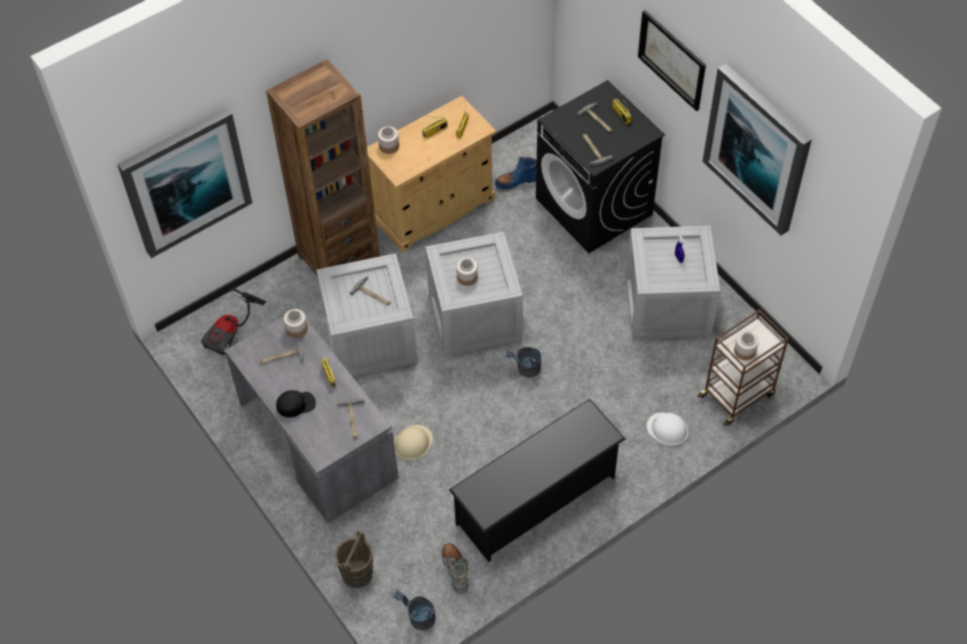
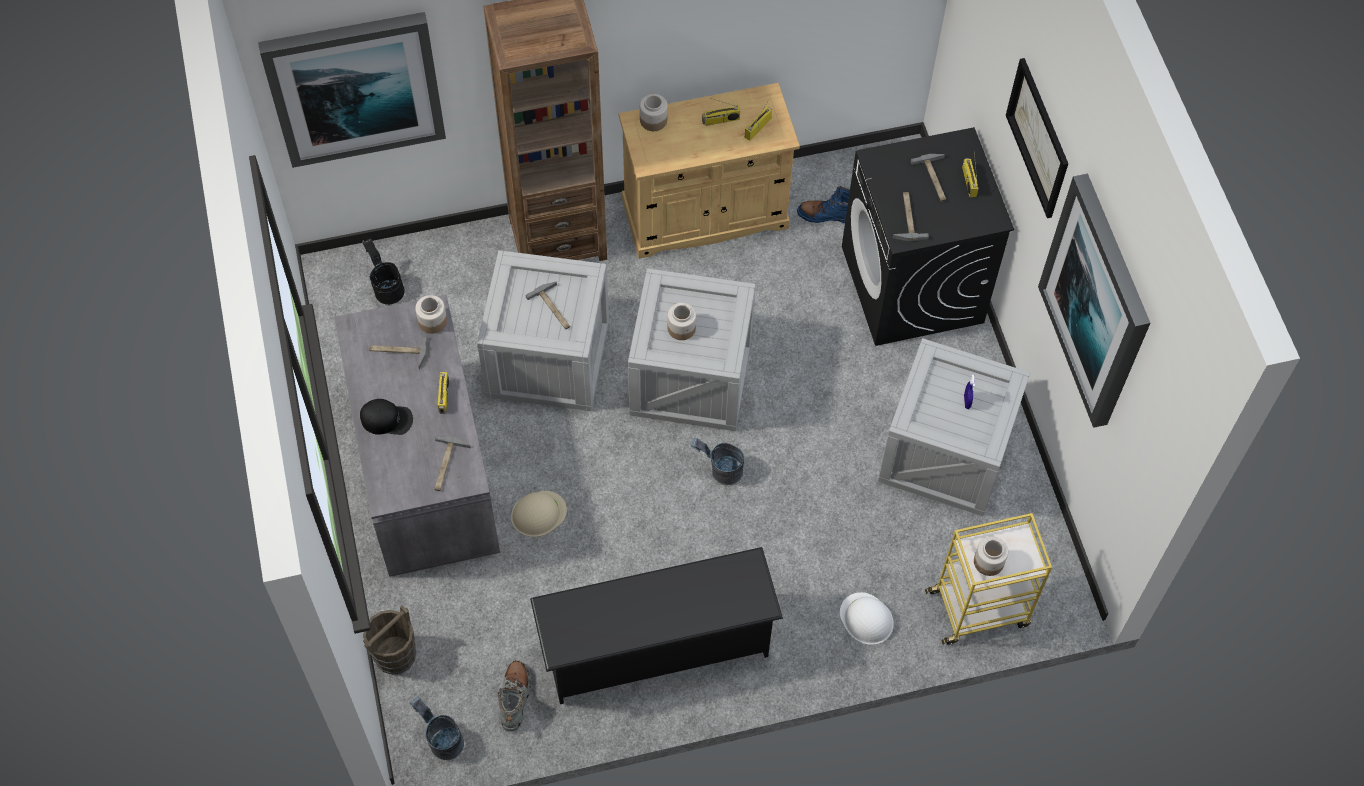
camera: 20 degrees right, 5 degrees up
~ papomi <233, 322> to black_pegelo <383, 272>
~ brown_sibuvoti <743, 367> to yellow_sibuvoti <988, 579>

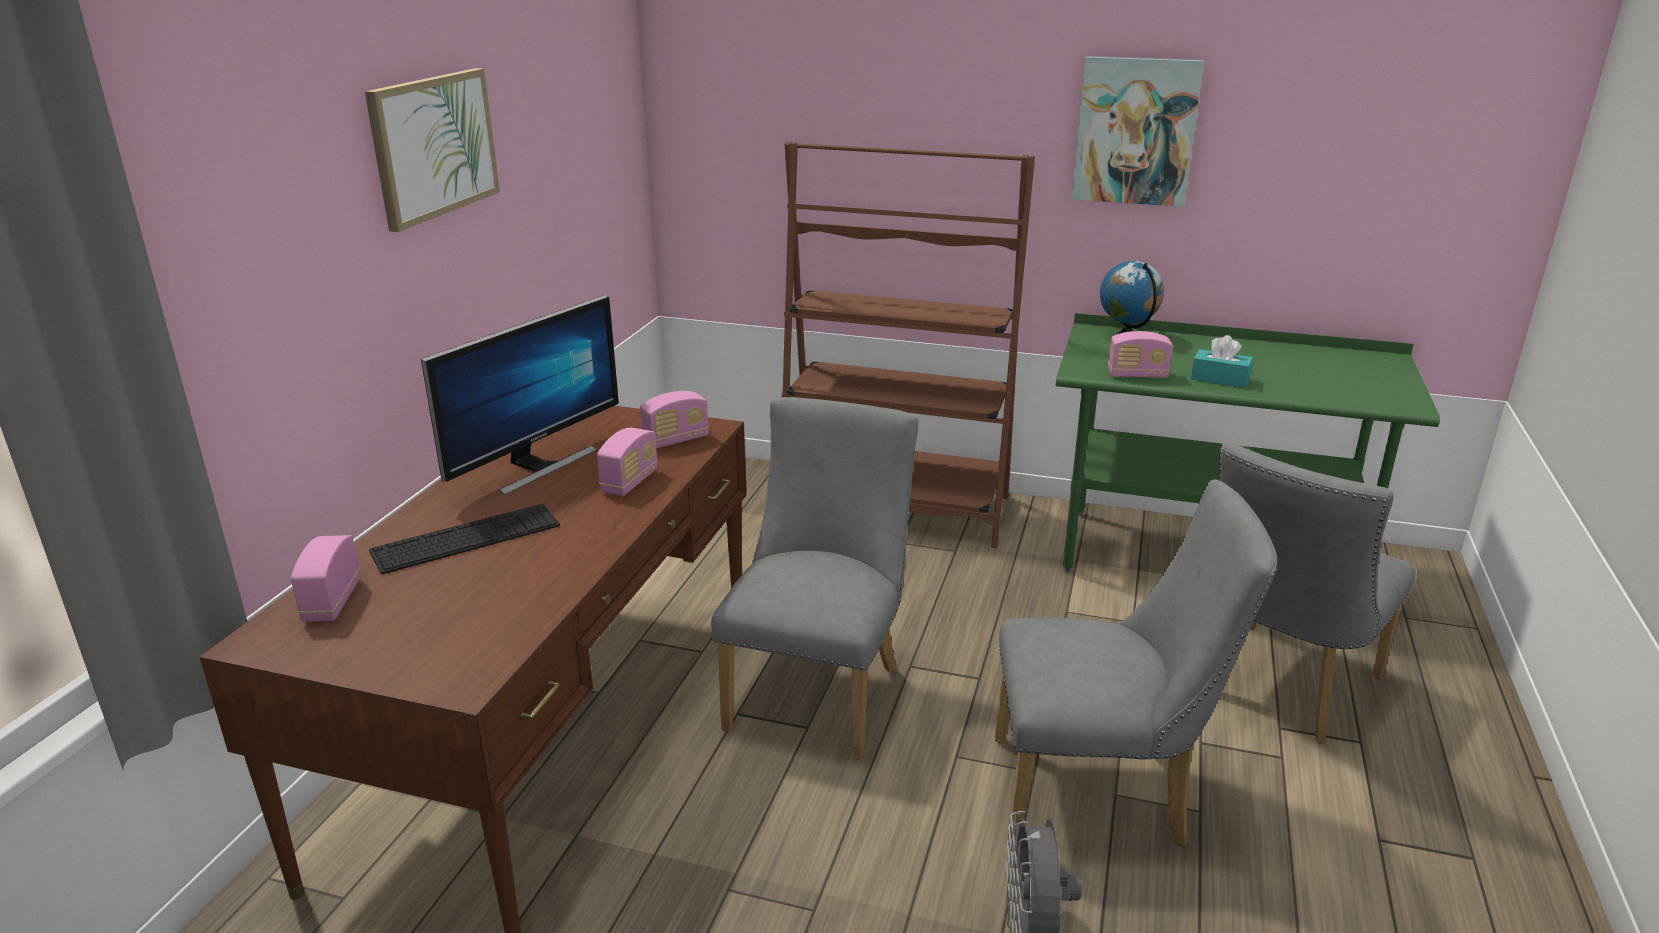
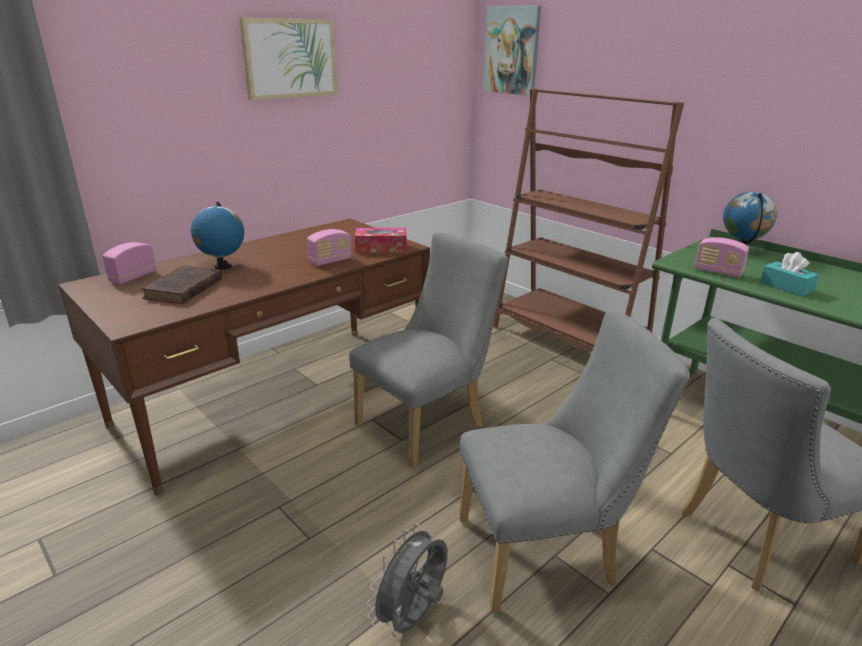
camera: 30 degrees right, 0 degrees up
+ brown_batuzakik <181, 285>
~ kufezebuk <464, 539> to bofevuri <217, 235>
~ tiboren <674, 419> to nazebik <381, 240>
~ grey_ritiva <1136, 663> = <574, 460> 45 degrees counterclockwise
~ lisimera <1138, 131> to <512, 50>
- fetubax <520, 395>

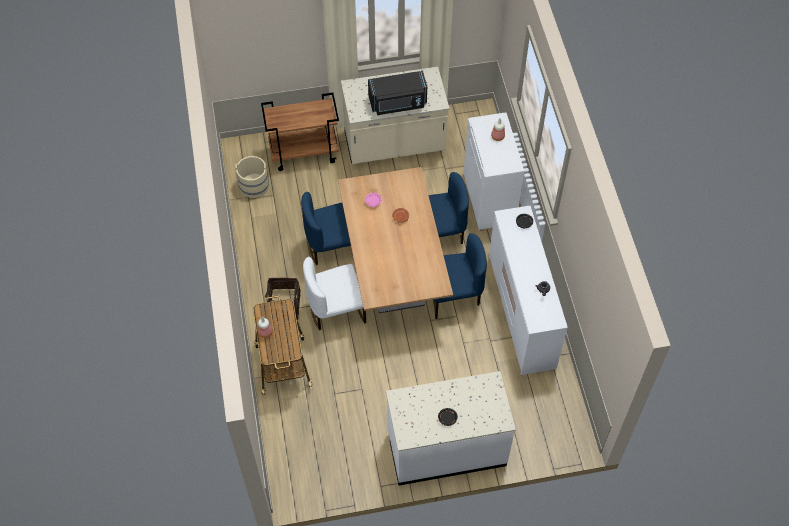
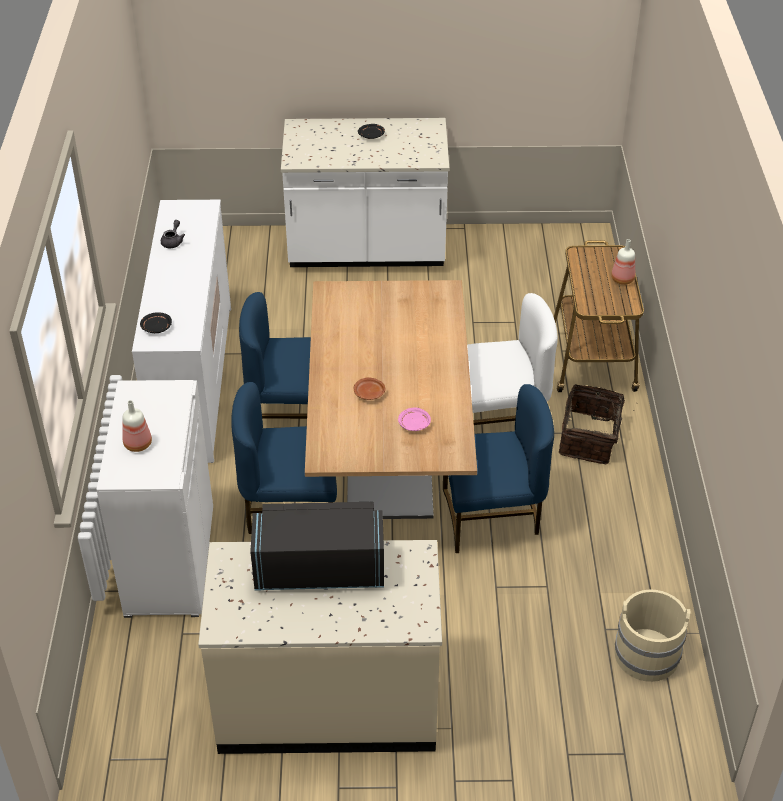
camera: 170 degrees left, 15 degrees down
- brown_sibuvoti <300, 132>

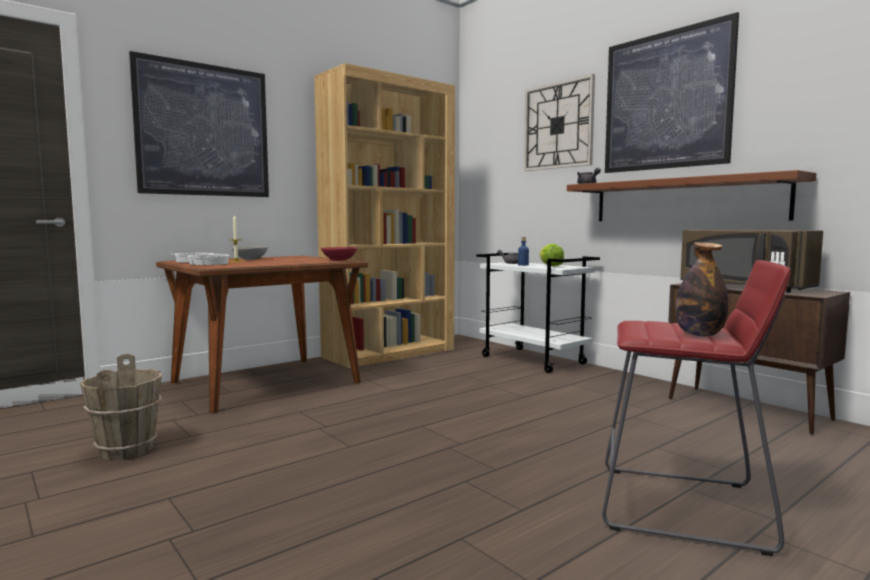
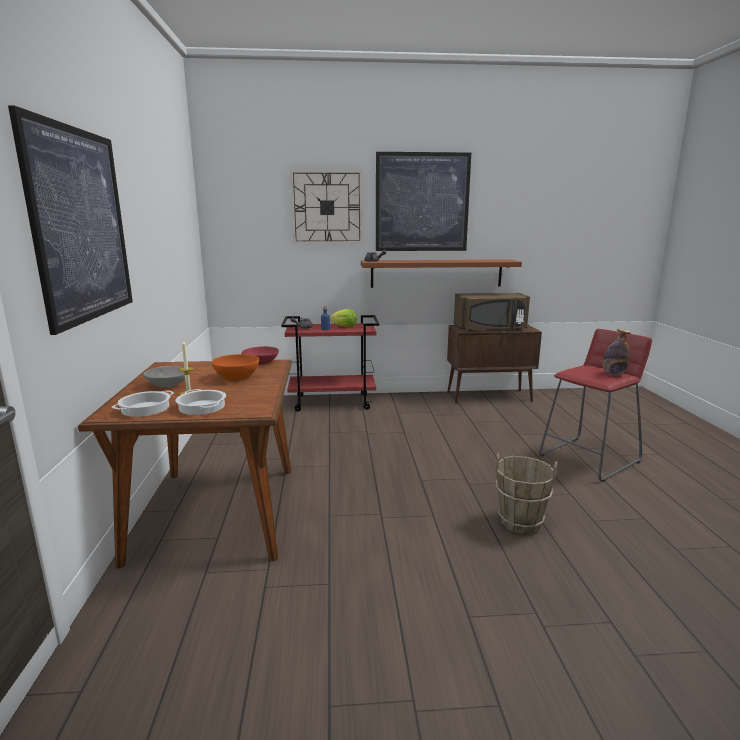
camera: 55 degrees left, 10 degrees up
+ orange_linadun <235, 367>
~ white_sibuvoti <538, 313> to red_sibuvoti <330, 363>
~ brown_pegelo <121, 407> to <527, 493>
- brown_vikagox <384, 215>

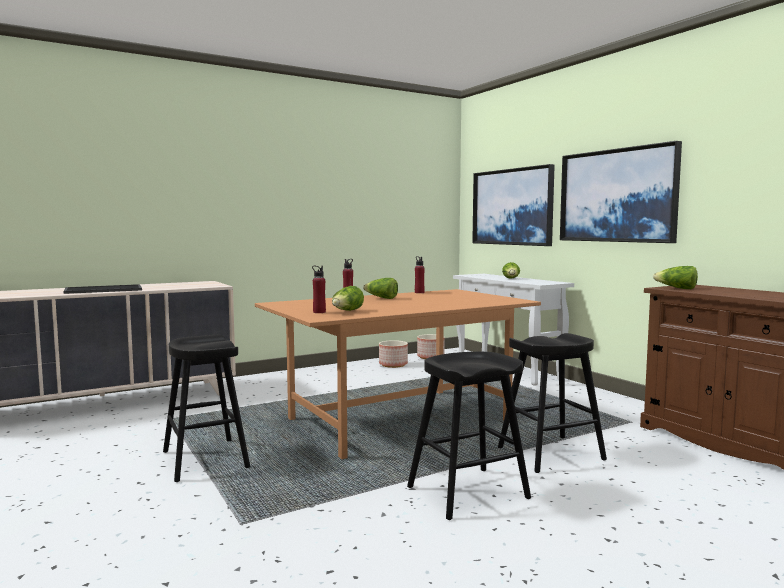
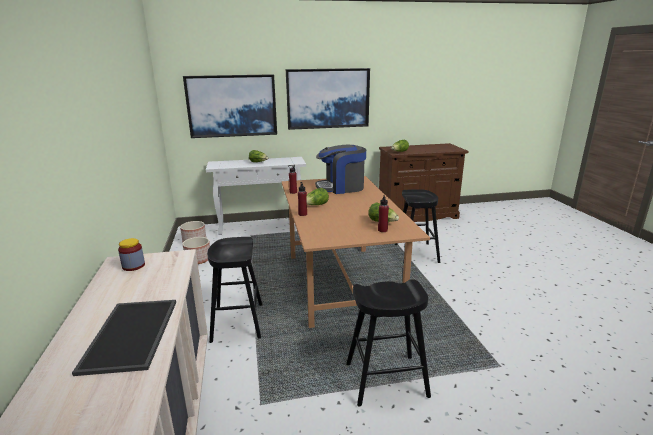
camera: 70 degrees left, 15 degrees up
+ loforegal <131, 254>
~ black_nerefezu <469, 436> to <234, 290>
+ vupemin <340, 169>

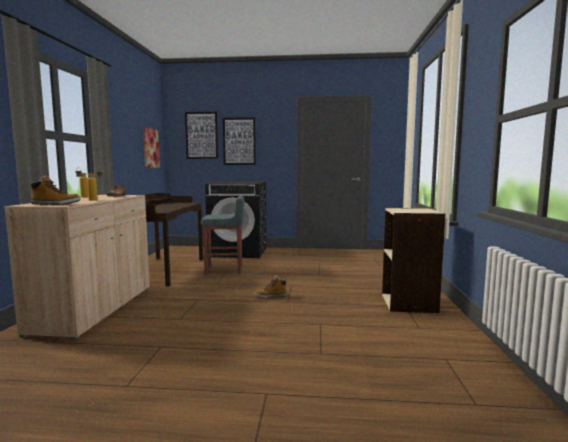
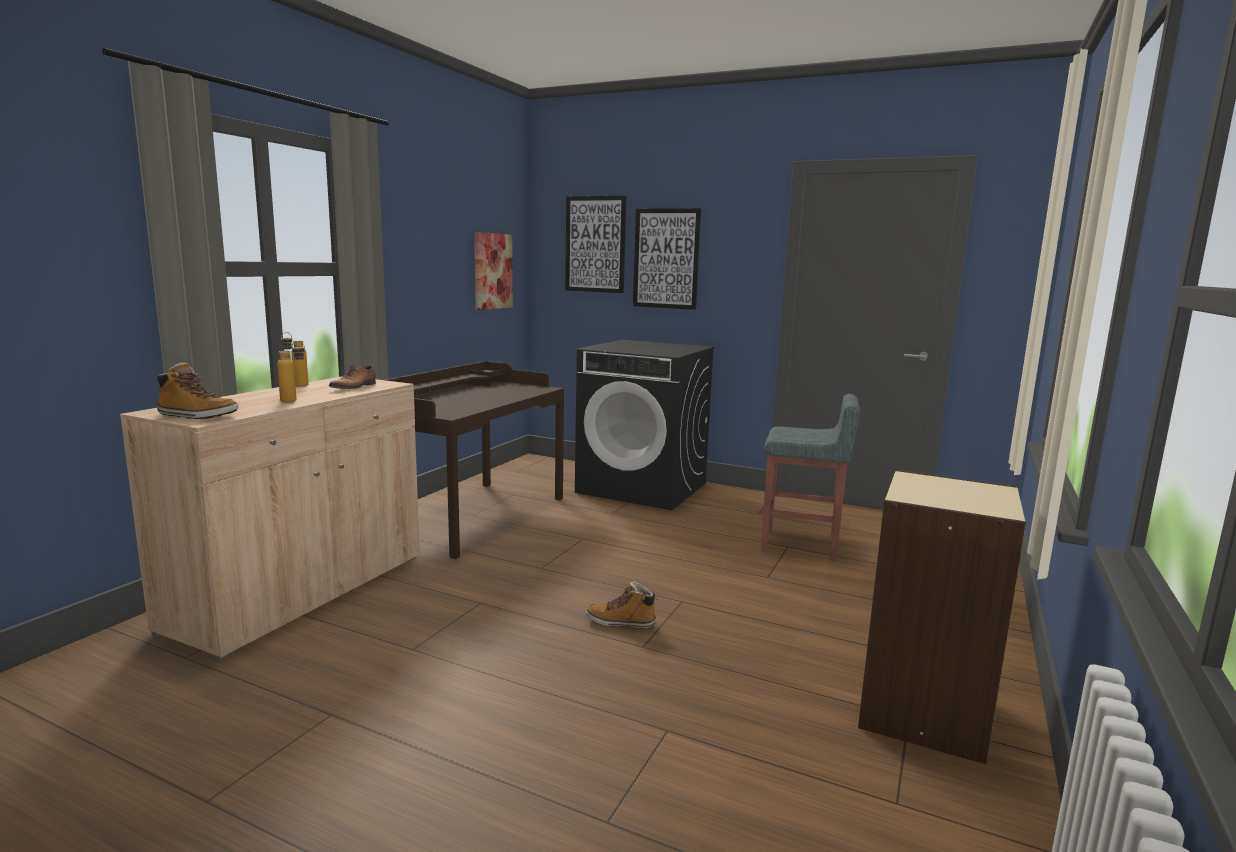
camera: 20 degrees right, 5 degrees up
~ grey_nerefezu <223, 235> to <810, 477>

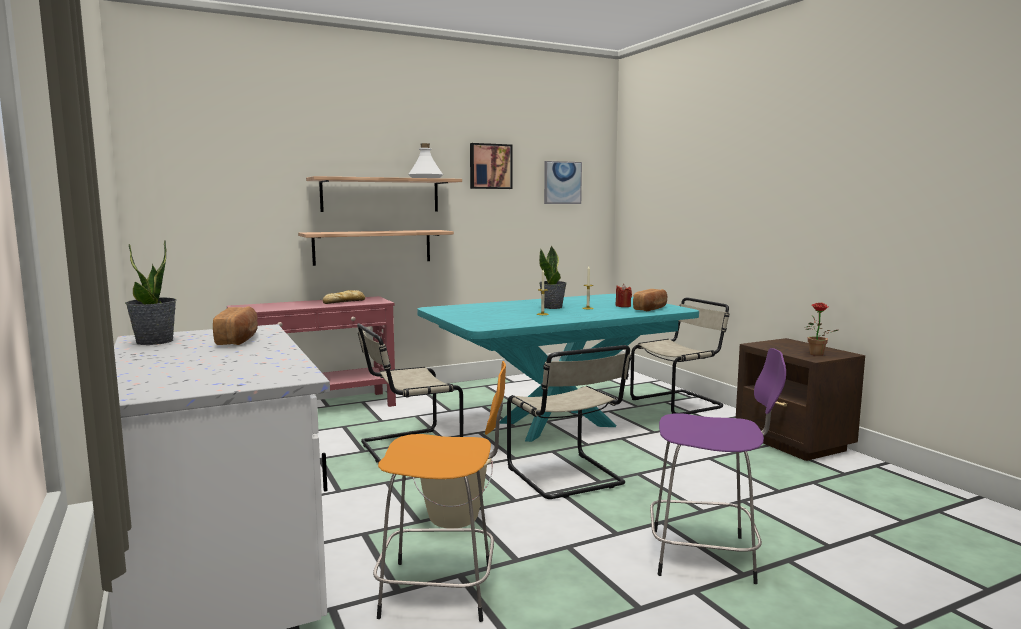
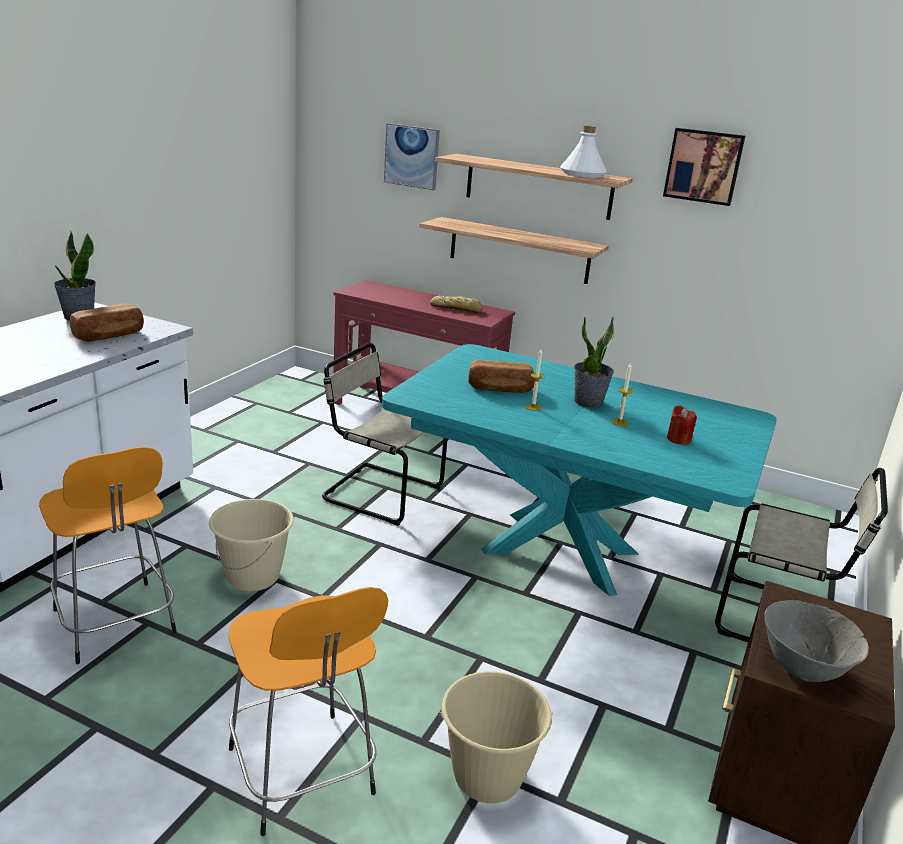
camera: 50 degrees right, 15 degrees up
~ purple_nerefezu <718, 466> to orange_nerefezu <308, 711>
~ lisimera <563, 182> to <412, 156>
+ beige_pegelo <495, 737>
~ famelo <650, 300> to <501, 376>
~ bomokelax <821, 329> to grey_linadun <816, 641>
- beige_ritiva <569, 422>

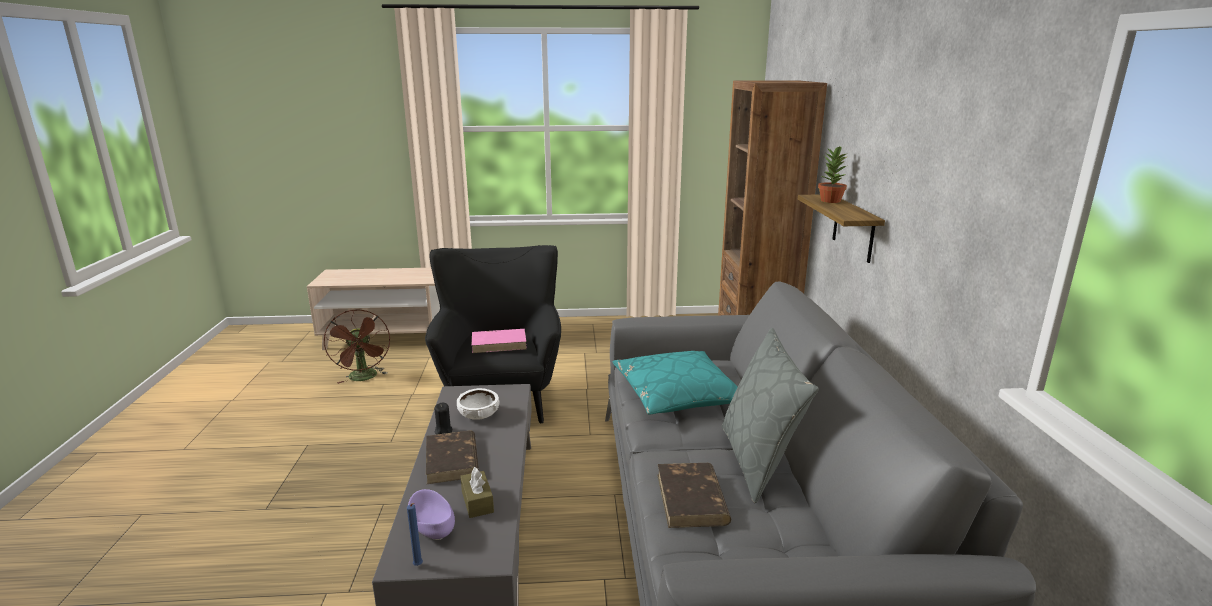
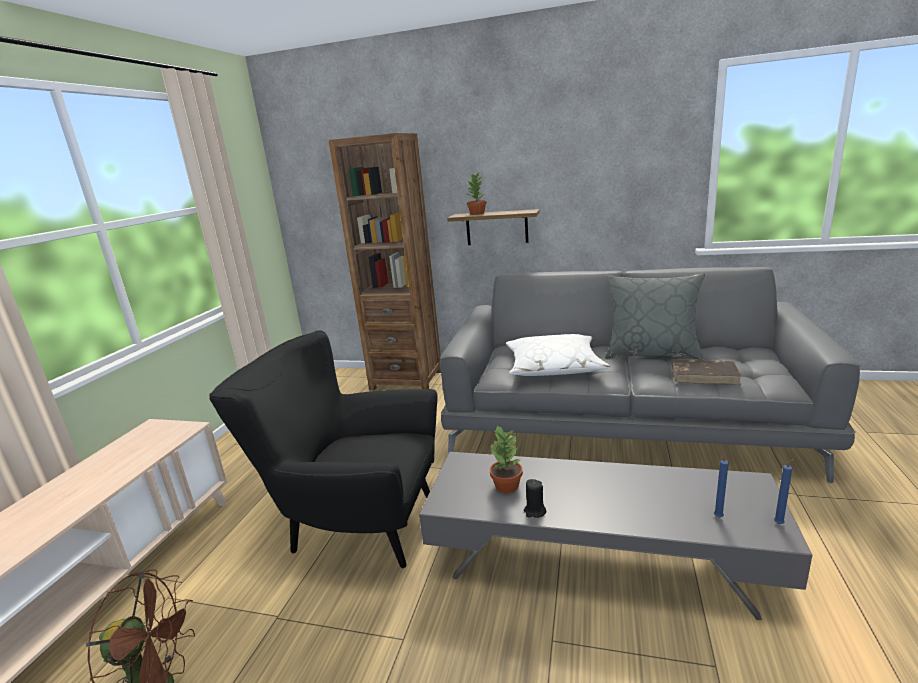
camera: 70 degrees left, 0 degrees up
~ white_linadun <478, 404> to bomokelax <506, 459>
~ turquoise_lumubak <675, 383> to white_lumubak <558, 355>
~ purple_linadun <431, 514> to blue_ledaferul <721, 484>
- brown_batuzakik <452, 457>
- brown_nazebik <477, 492>
- pink_batuzakik <499, 341>

